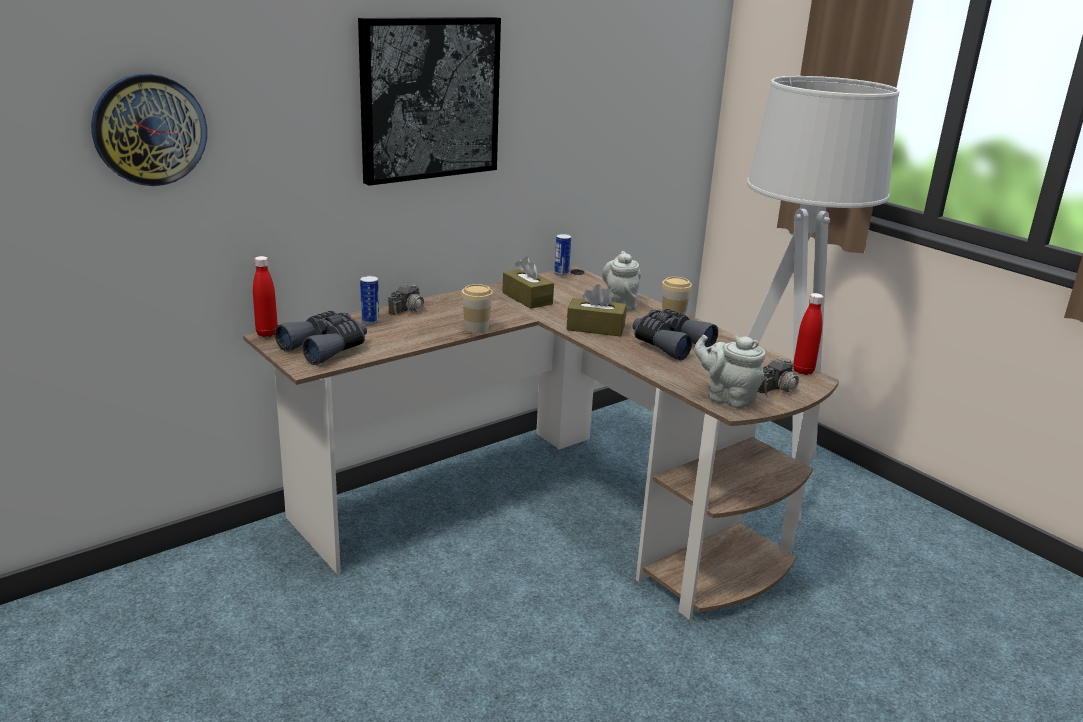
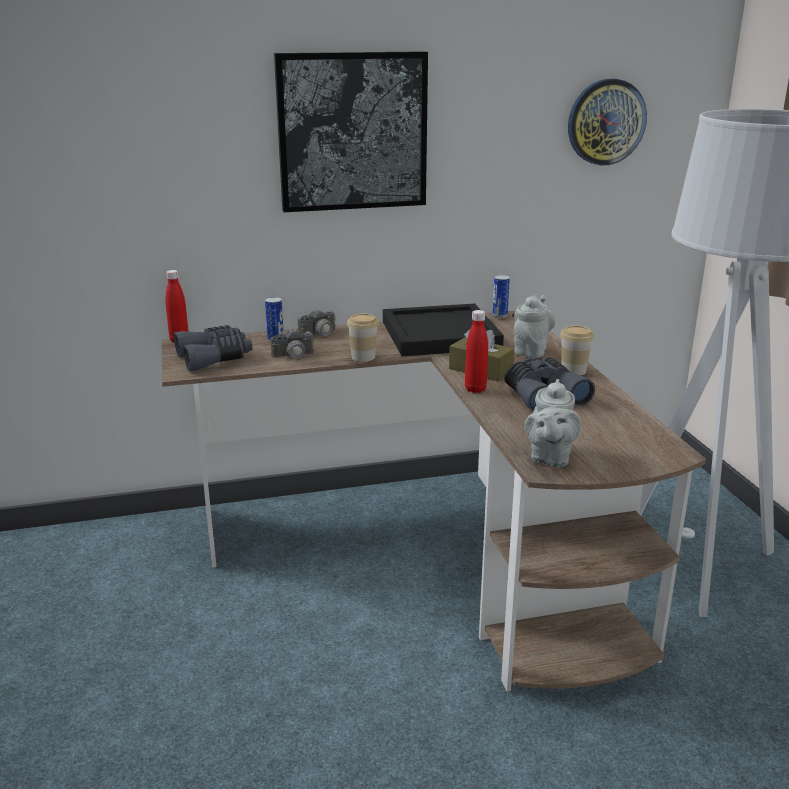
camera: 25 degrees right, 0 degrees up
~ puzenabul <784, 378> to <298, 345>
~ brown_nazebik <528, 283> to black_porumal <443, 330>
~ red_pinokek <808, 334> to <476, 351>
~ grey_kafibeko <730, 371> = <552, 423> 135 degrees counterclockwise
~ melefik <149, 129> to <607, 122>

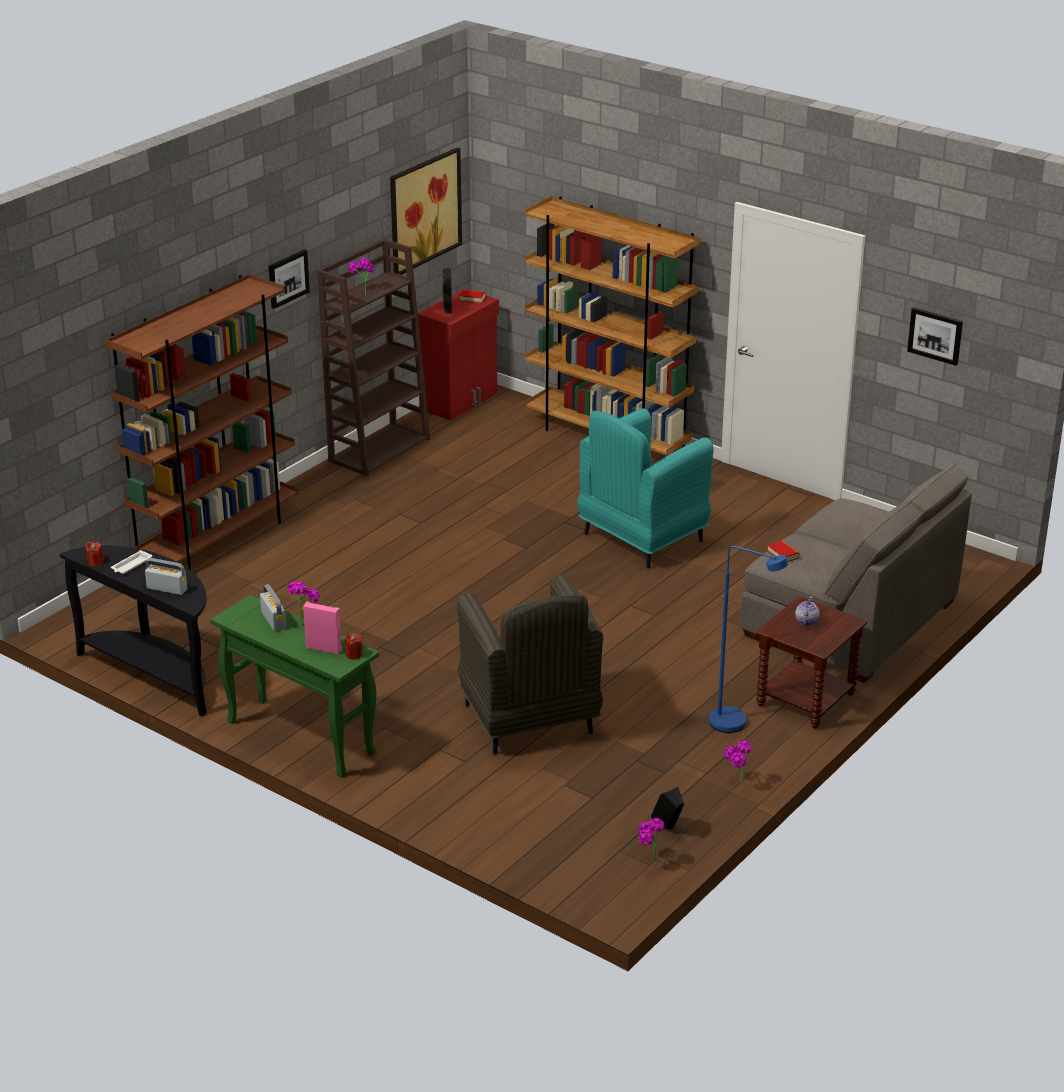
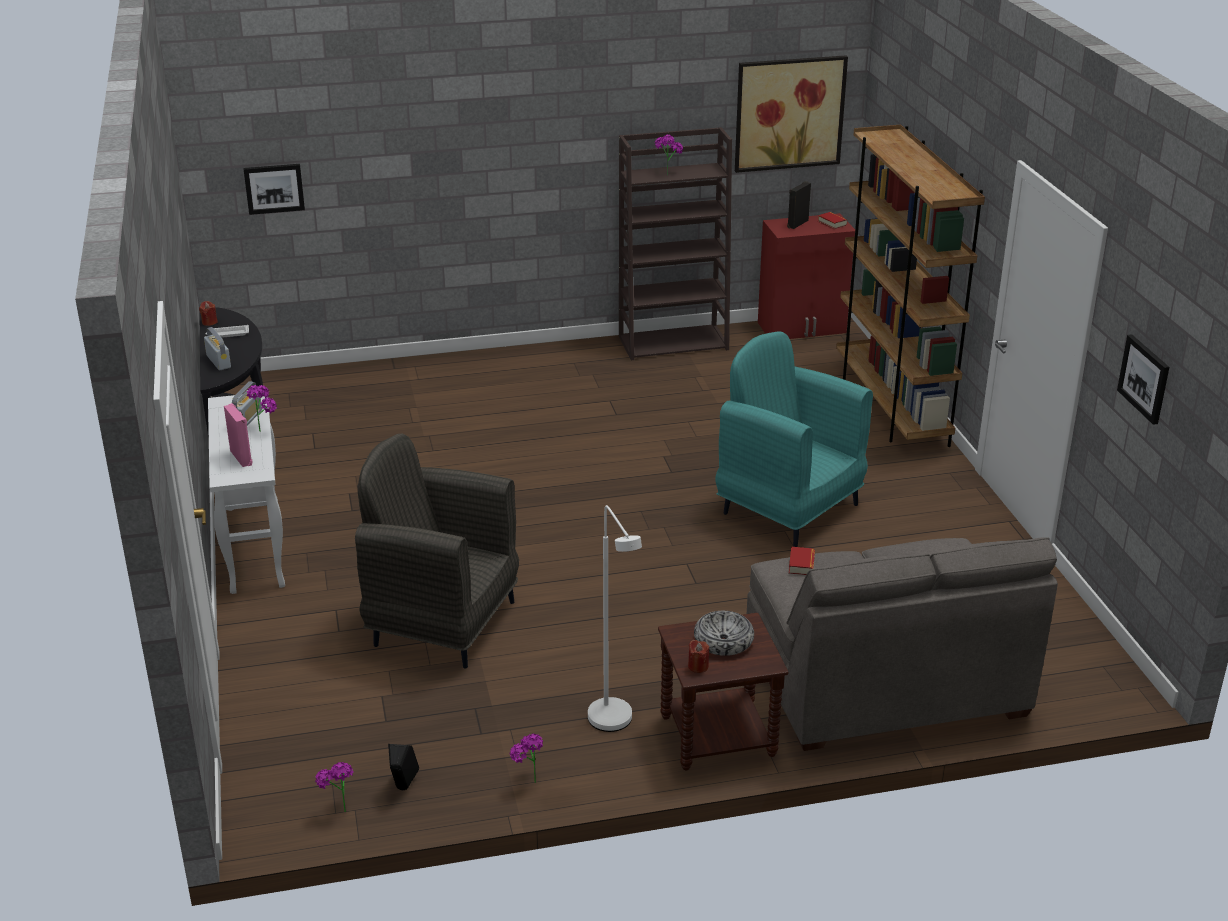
camera: 40 degrees right, 0 degrees up
~ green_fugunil <294, 686> to white_fugunil <246, 494>
~ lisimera <289, 279> to <274, 189>
~ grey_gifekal <530, 665> = <437, 551> 90 degrees clockwise
~ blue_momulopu <748, 639> to white_momulopu <615, 618>
~ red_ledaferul <353, 646> to <698, 656>
~ kafibeko <807, 611> to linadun <724, 633>
~ turquoise_gifekal <645, 488> = <794, 439> 45 degrees clockwise
- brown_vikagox <201, 422>

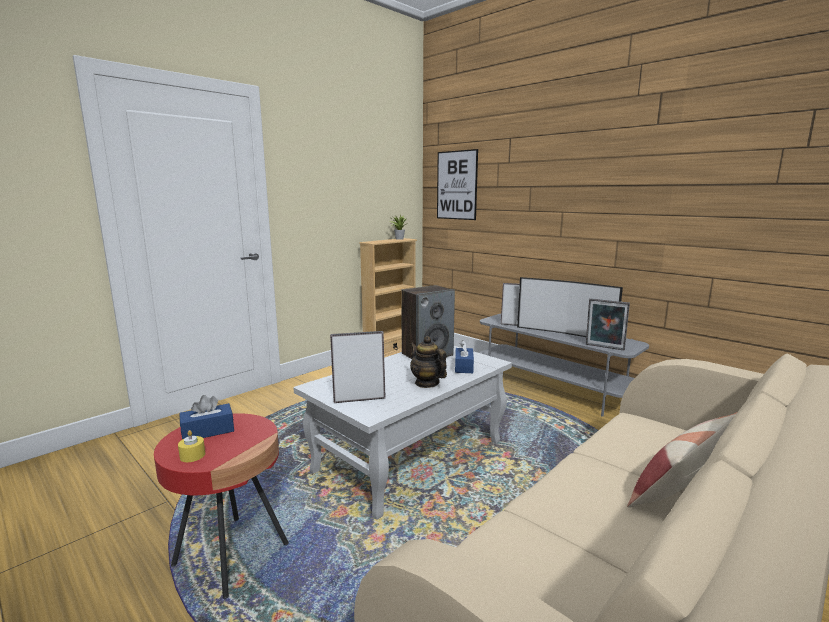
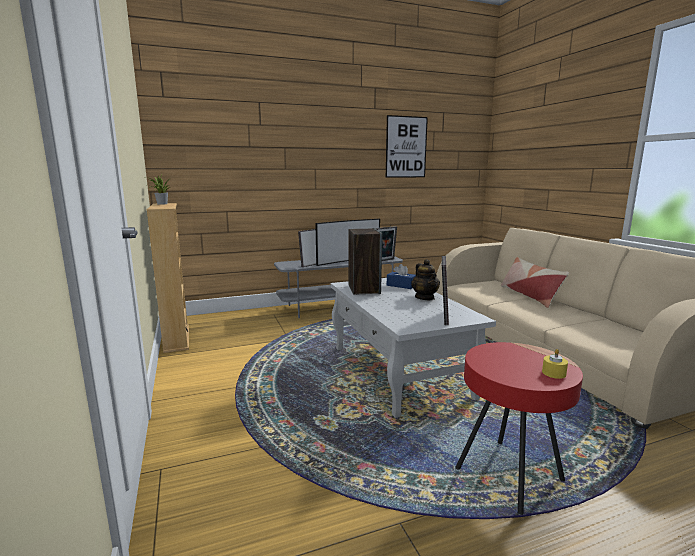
camera: 65 degrees left, 0 degrees up
~ lisimera <457, 184> to <407, 146>
~ kafibeko <428, 362> = <425, 279> 90 degrees counterclockwise
- blue_nazebik <206, 417>

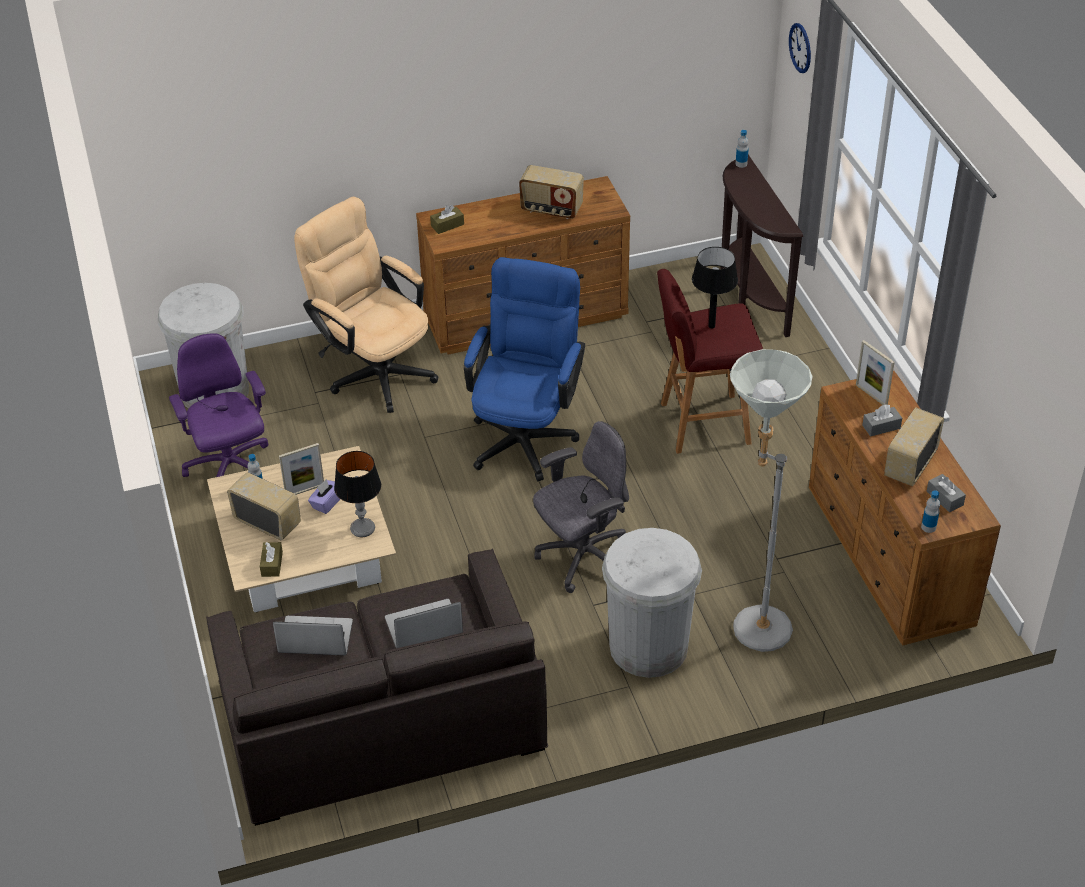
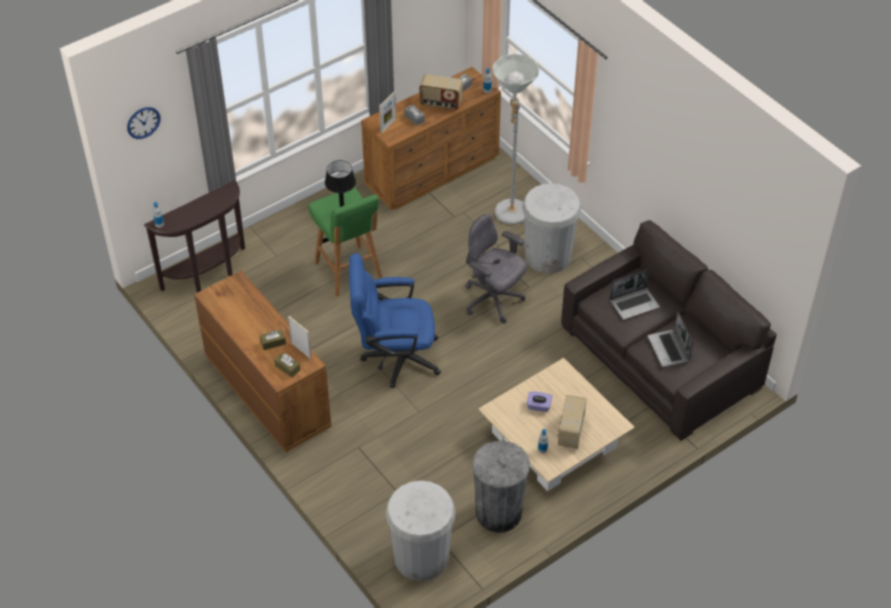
camera: 110 degrees left, 5 degrees up
~ brown_nazebik <271, 559> to <273, 339>
~ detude <301, 469> to <300, 337>
~ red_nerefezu <710, 361> to green_nerefezu <345, 242>
~ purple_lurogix <219, 405> to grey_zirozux <501, 486>
~ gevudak <424, 623> = <635, 294> 75 degrees counterclockwise
- beige_lurogix <366, 305>
- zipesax <357, 494>
- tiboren <551, 192>

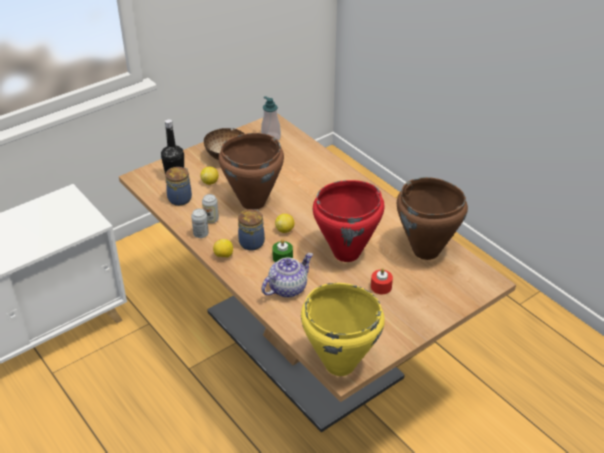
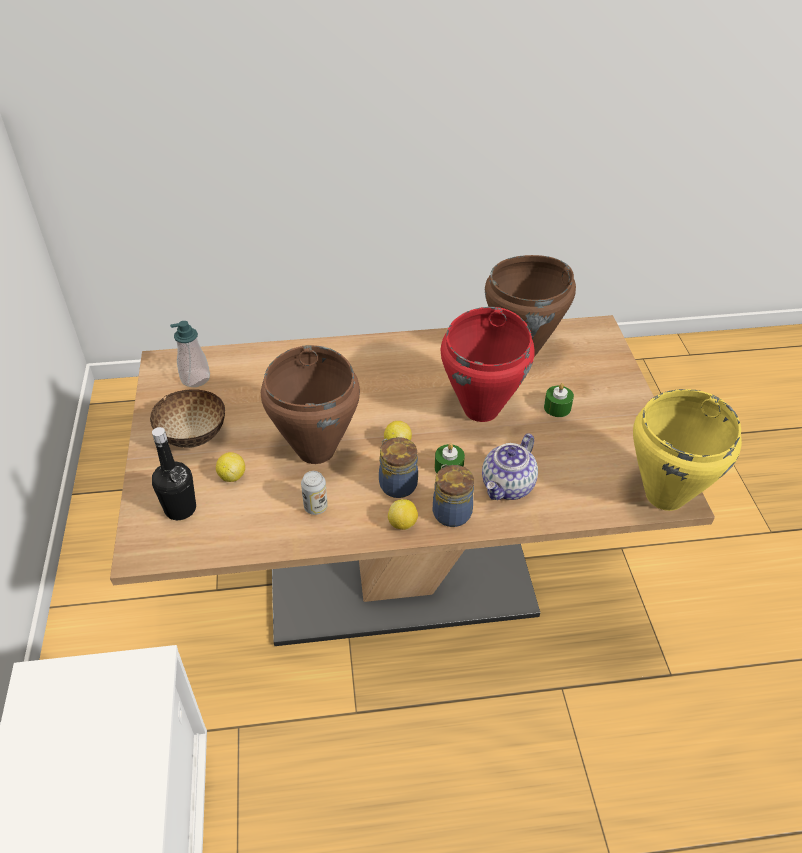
camera: 60 degrees left, 5 degrees up
~ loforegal <178, 186> to <453, 495>
~ kafibeko <287, 275> = <510, 466> 135 degrees counterclockwise
~ red_ledaferul <382, 281> to green_ledaferul <559, 400>
- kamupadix <200, 223>

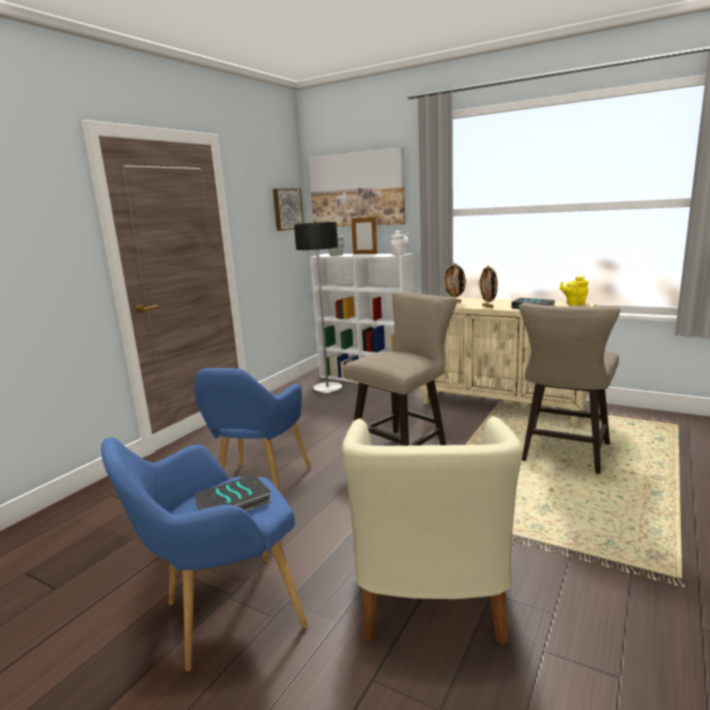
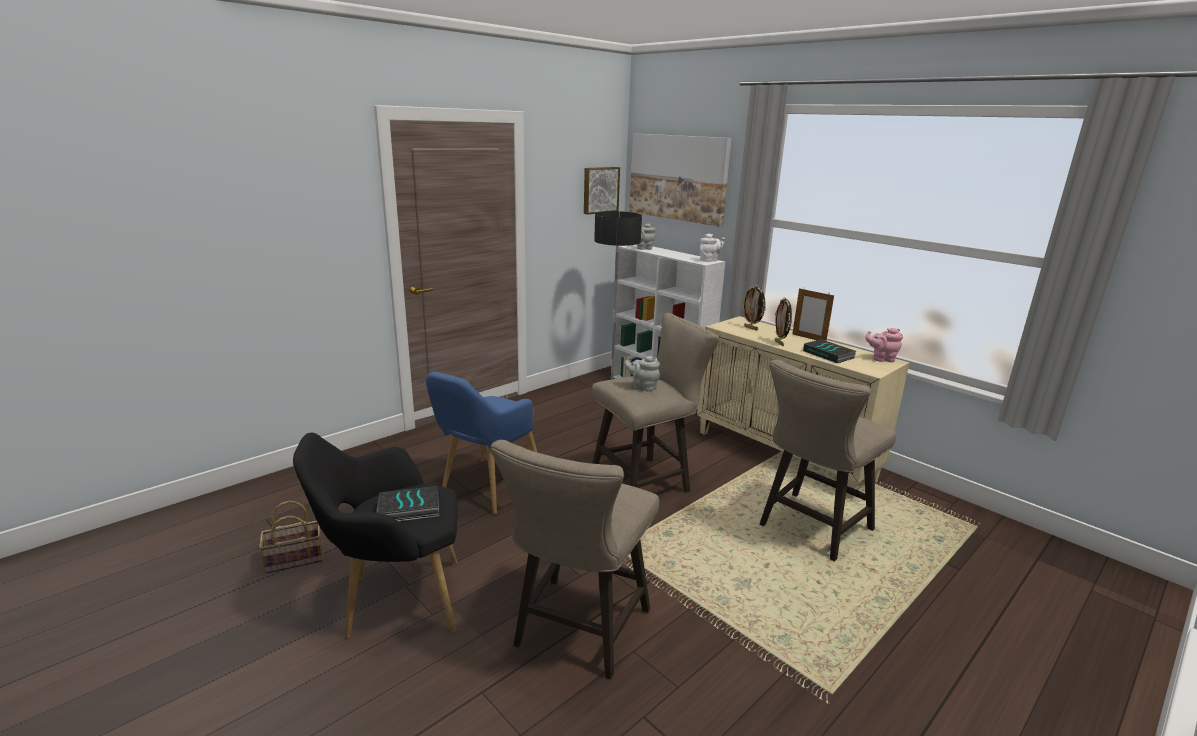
camera: 15 degrees right, 5 degrees up
+ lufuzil <291, 537>
~ blue_gifekal <204, 554> to black_gifekal <375, 536>
~ beige_gifekal <432, 530> to beige_nerefezu <575, 559>
+ grey_kafibeko <642, 374>
~ detude <364, 235> to <813, 314>
~ yellow_kafibeko <574, 291> to pink_kafibeko <884, 345>

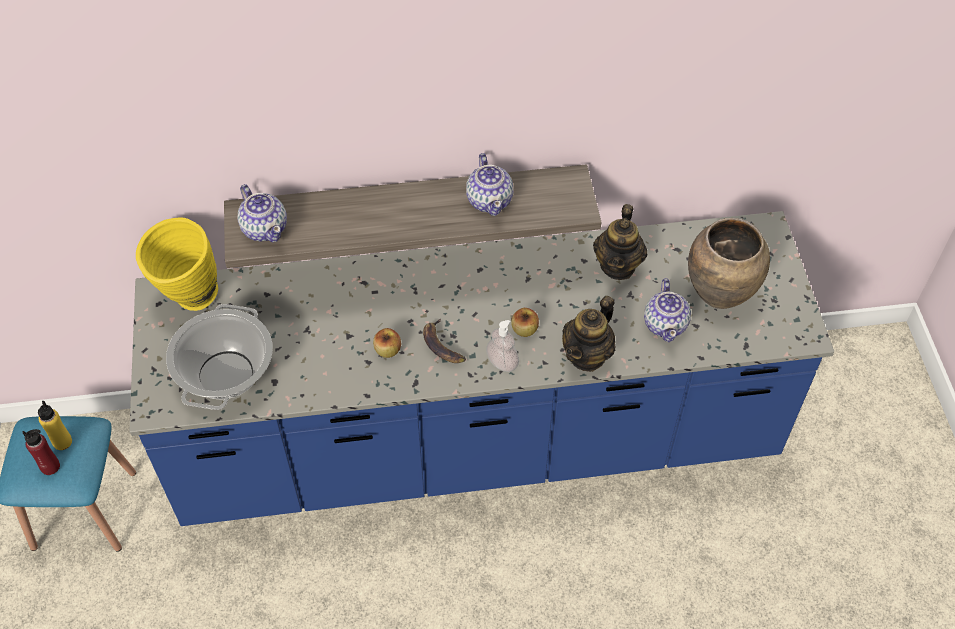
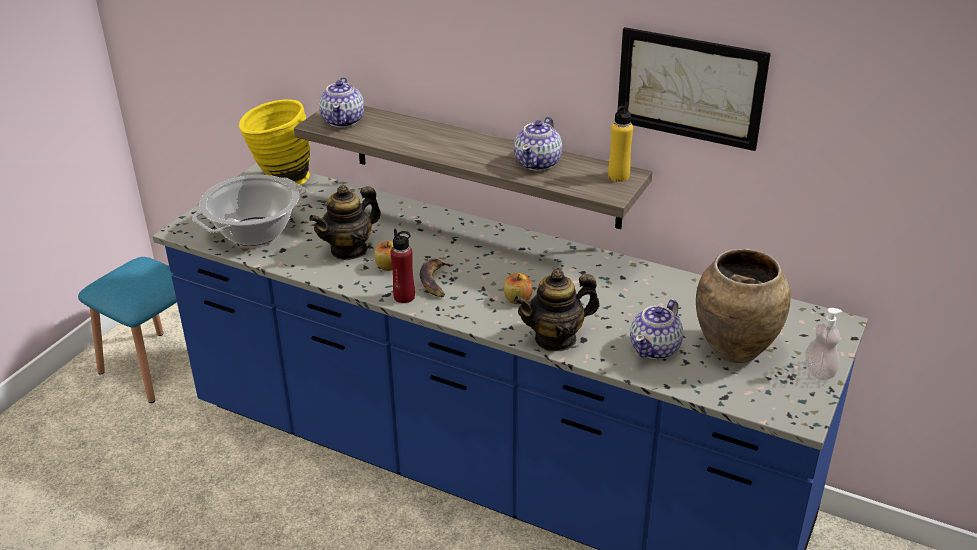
camera: 35 degrees right, 20 degrees down
~ kafibeko <620, 242> to <345, 222>
~ red_pinokek <41, 452> to <403, 266>
~ yellow_pinokek <55, 425> to <620, 142>
+ lisimera <694, 89>
~ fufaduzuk <502, 346> to <823, 344>

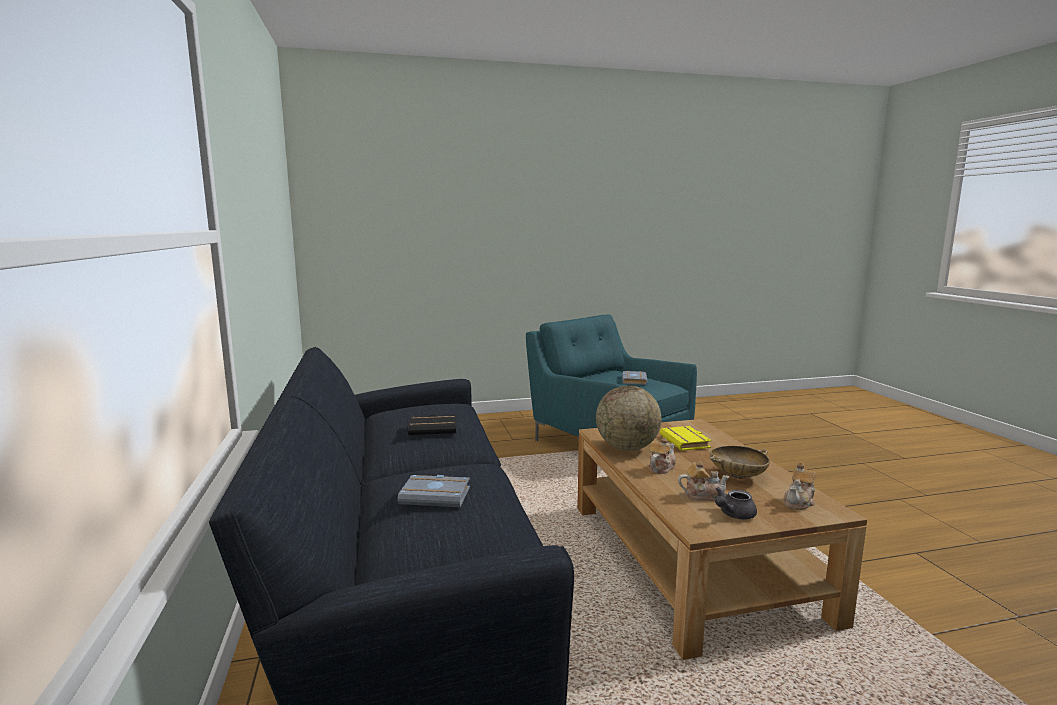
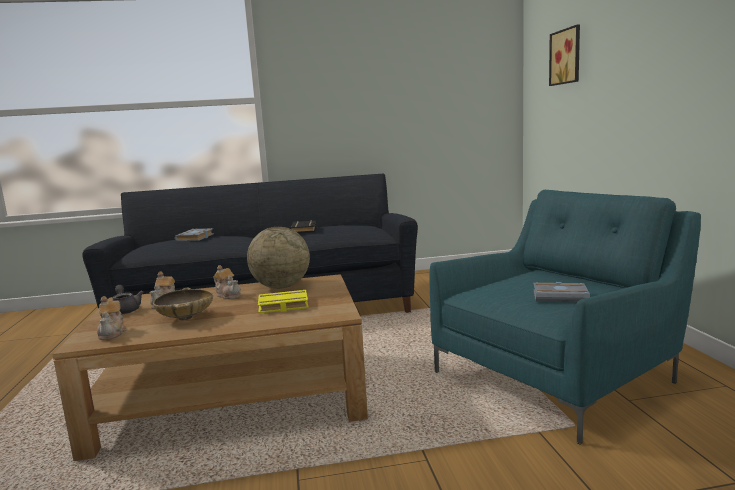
camera: 95 degrees right, 0 degrees up
~ kafibeko <800, 486> = <112, 318> 150 degrees counterclockwise
+ lisimera <564, 55>

